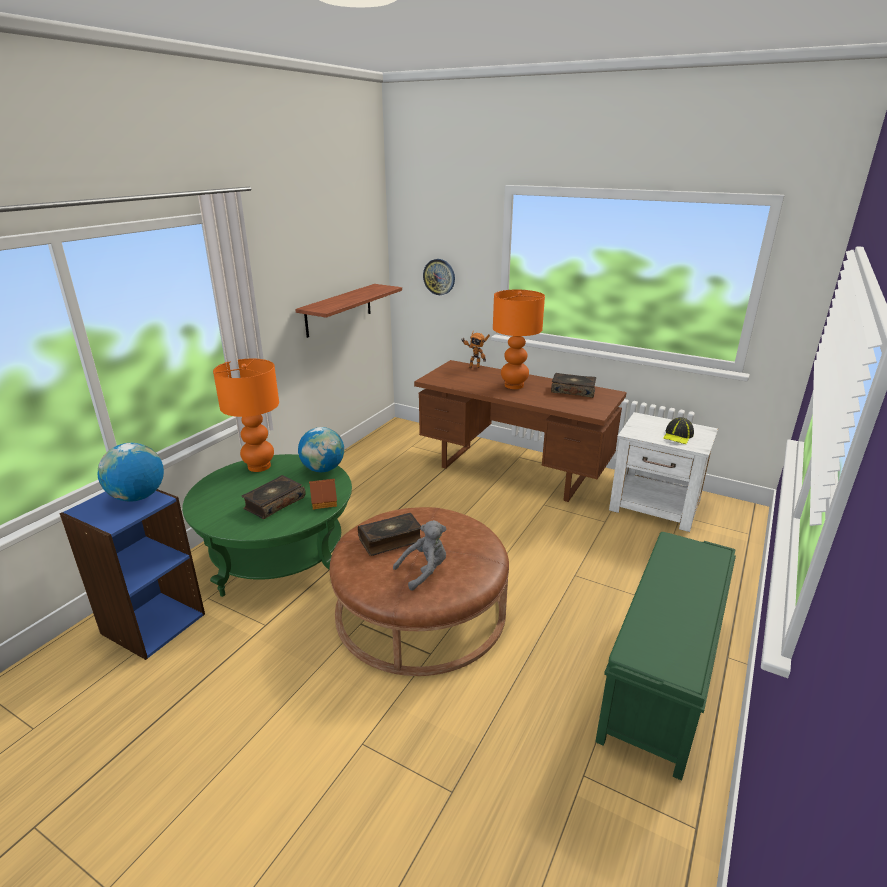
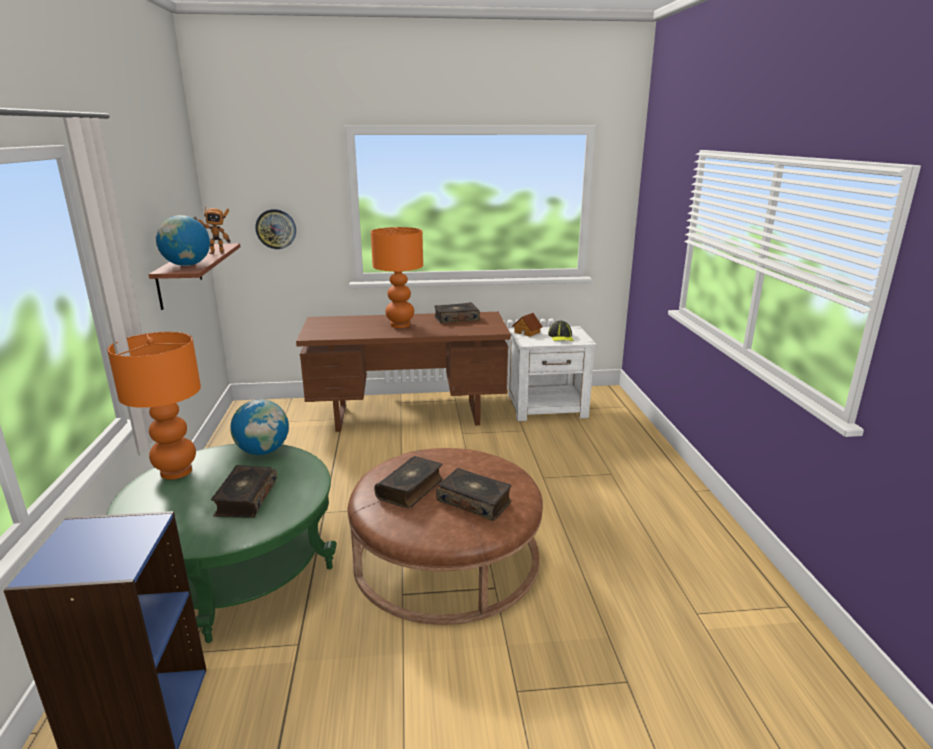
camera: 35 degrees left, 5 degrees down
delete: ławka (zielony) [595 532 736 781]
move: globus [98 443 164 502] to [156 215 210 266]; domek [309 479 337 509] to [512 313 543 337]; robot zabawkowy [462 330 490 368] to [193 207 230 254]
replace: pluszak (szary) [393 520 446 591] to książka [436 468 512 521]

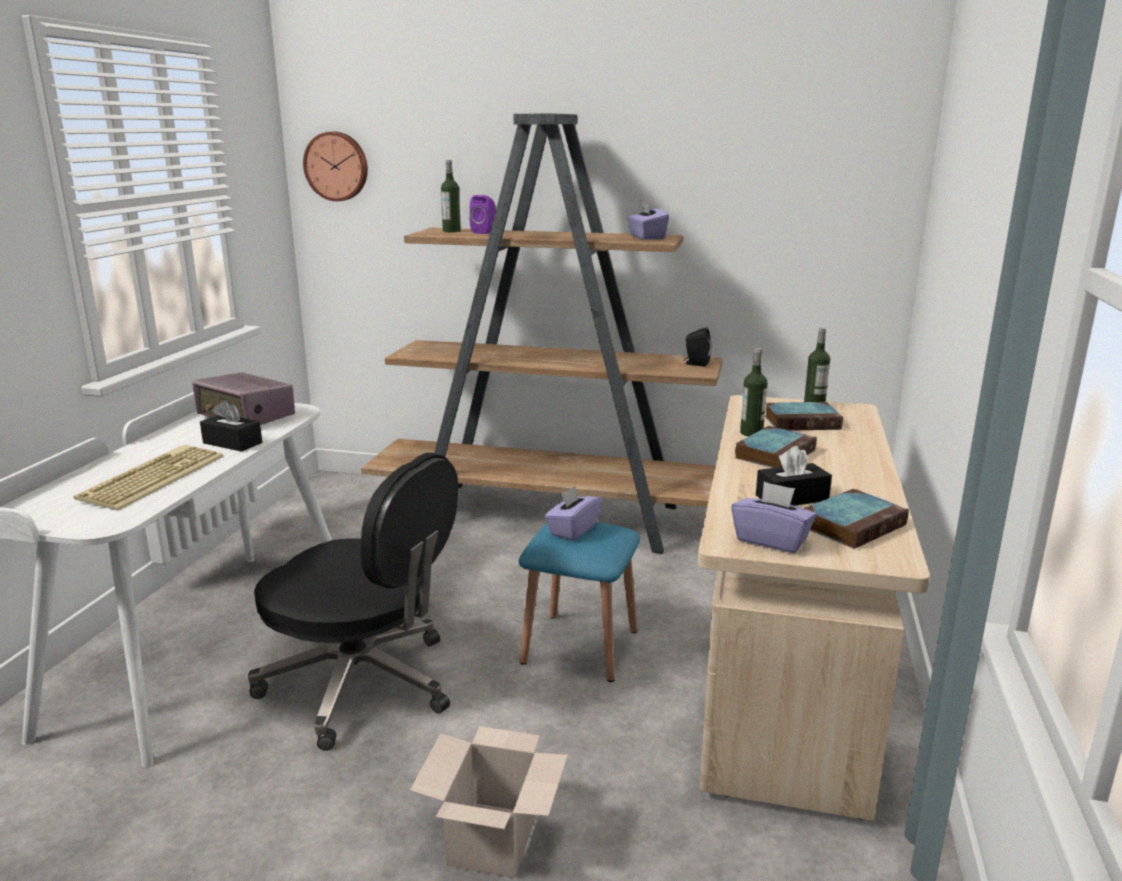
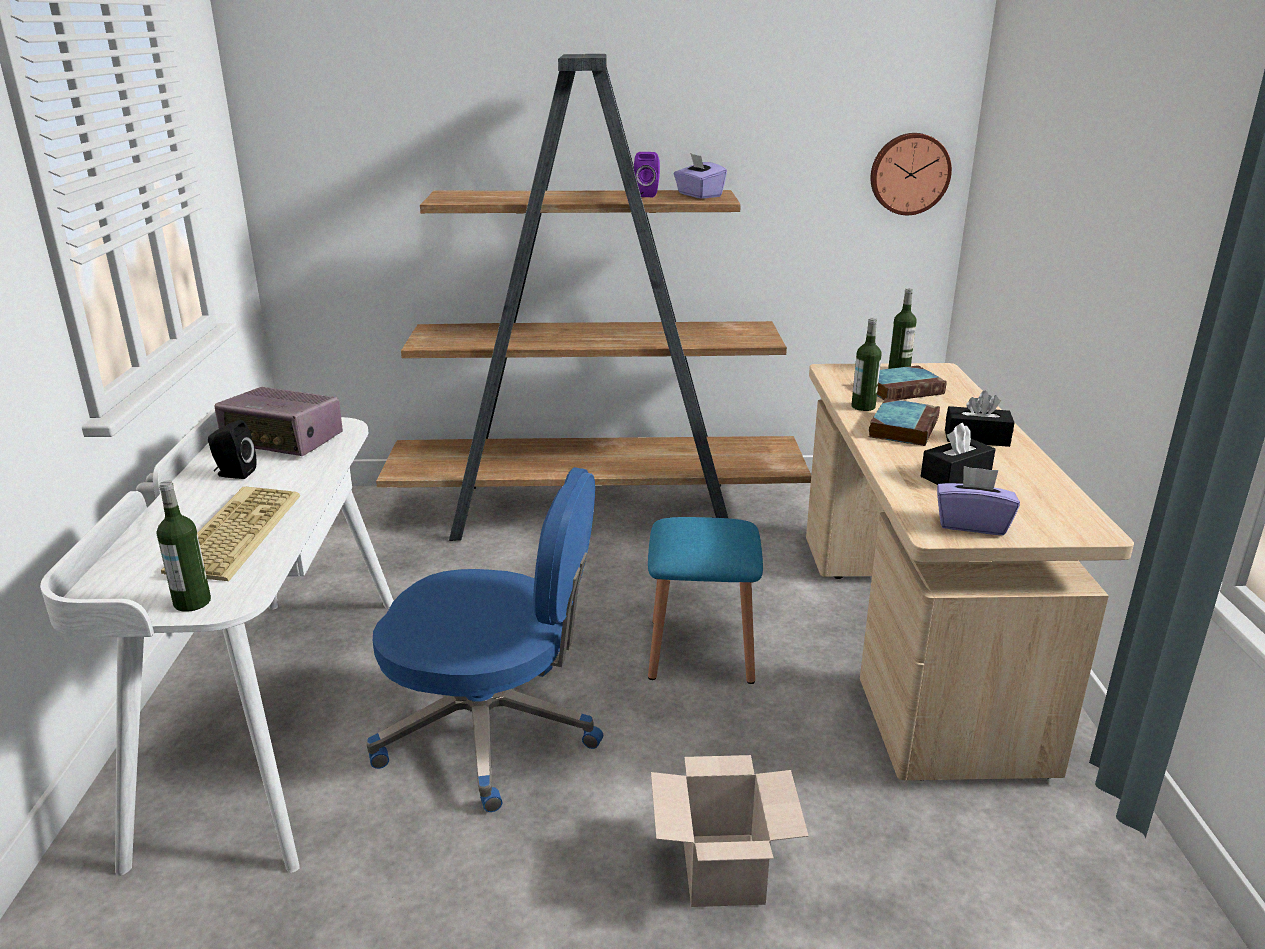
camera: 15 degrees left, 5 degrees up
delete: pudełko chusteczek (fioletowy) [545 486 601 541]; książka [804 489 909 549]
move: pudełko chusteczek (czarny) [200 400 262 452] to [945 391 1015 447]; zegar ścienny [303 132 368 201] to [871 133 952 215]; butelka [441 160 461 232] to [157 481 211 612]; głośnik (fioletowy) [470 195 496 234] to [634 152 660 197]; głośnik (czarny) [683 327 711 367] to [208 420 257 479]
recolor: krzesło biurowe (czarny) [248 453 458 751] to krzesło biurowe (niebieski) [367 467 603 812]

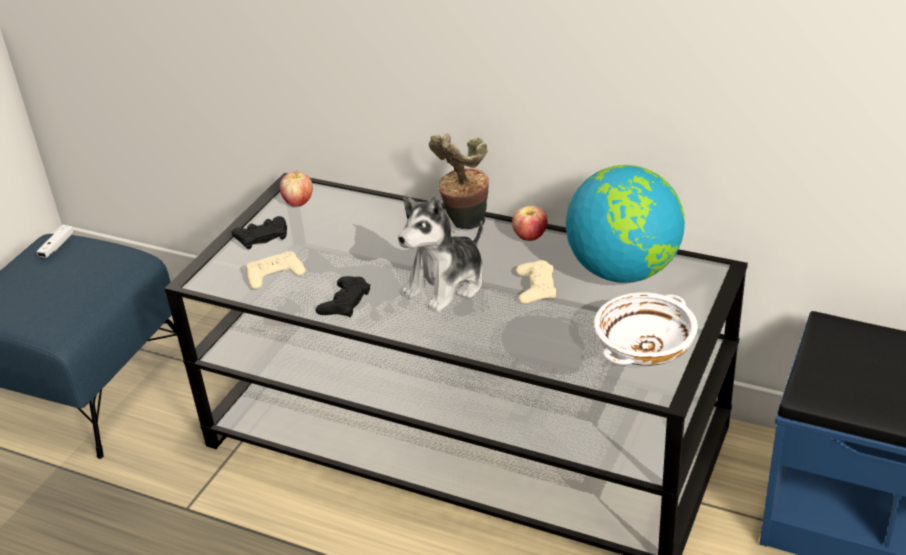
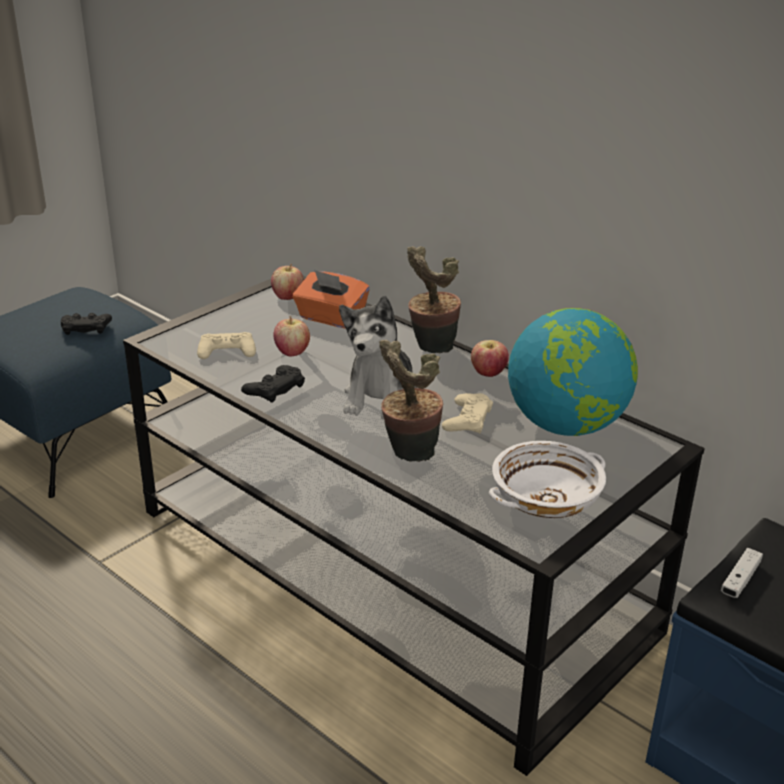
camera: 15 degrees right, 5 degrees down
insert: jabłko [274 316 310 357]; pudełko chusteczek (pomarańczowy) [293 270 370 329]; roślina doniczkowa [379 340 443 462]
move: pad do gier (biały) [36 225 74 258] to [721 548 763 598]; pad do gier (czarny) [231 216 287 249] to [61 313 112 335]
rotate: pluszak [398 195 483 313] = [339 296 417 420] 45 degrees counterclockwise

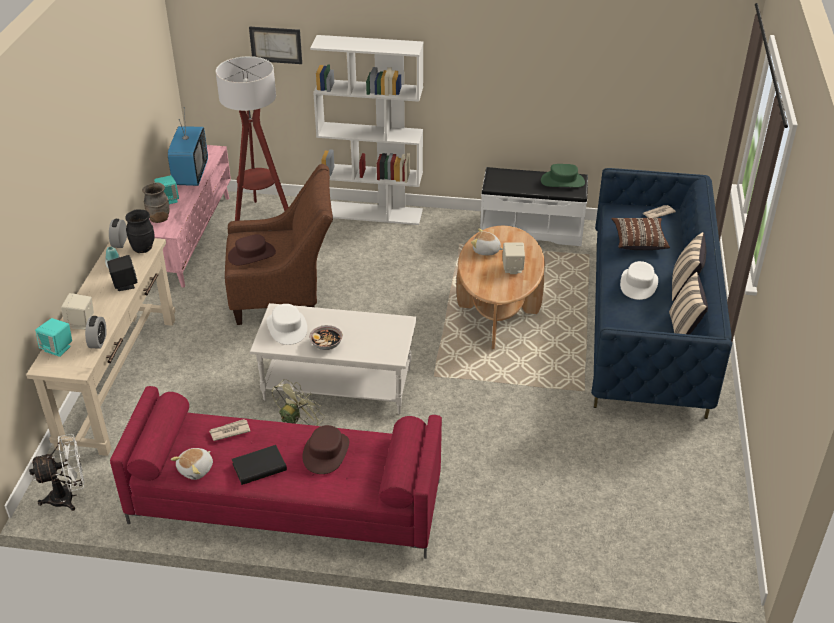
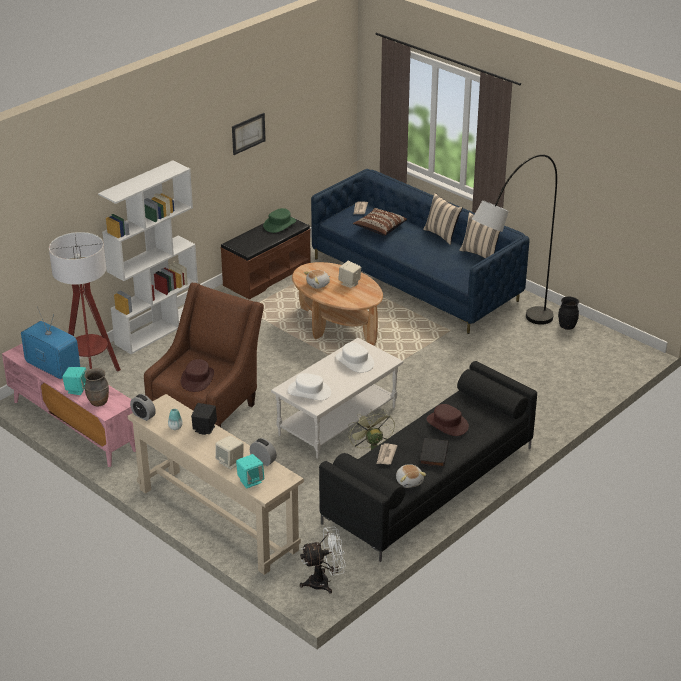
camera: 55 degrees left, 5 degrees down
delete: miska [309 325 343 350]
insert: lampa stojąca (szary) [472 154 557 325]
move: wazon (czarny) [125 209 155 253] to [558 296 579 330]; obraz [249 27 302 64] to [232 113 266 155]; kapelusz (biały) [620 261 658 300] to [336 342 374 373]
recolor: kanapa (czerwony) [110 386 442 559] to kanapa (czarny) [319 361 537 562]; ławka (biały) [480 167 588 246] to ławka (brązowy) [221 217 311 300]
rotate: wentylator (biały) [29 434 85 511] = [299 526 346 594] 60 degrees clockwise

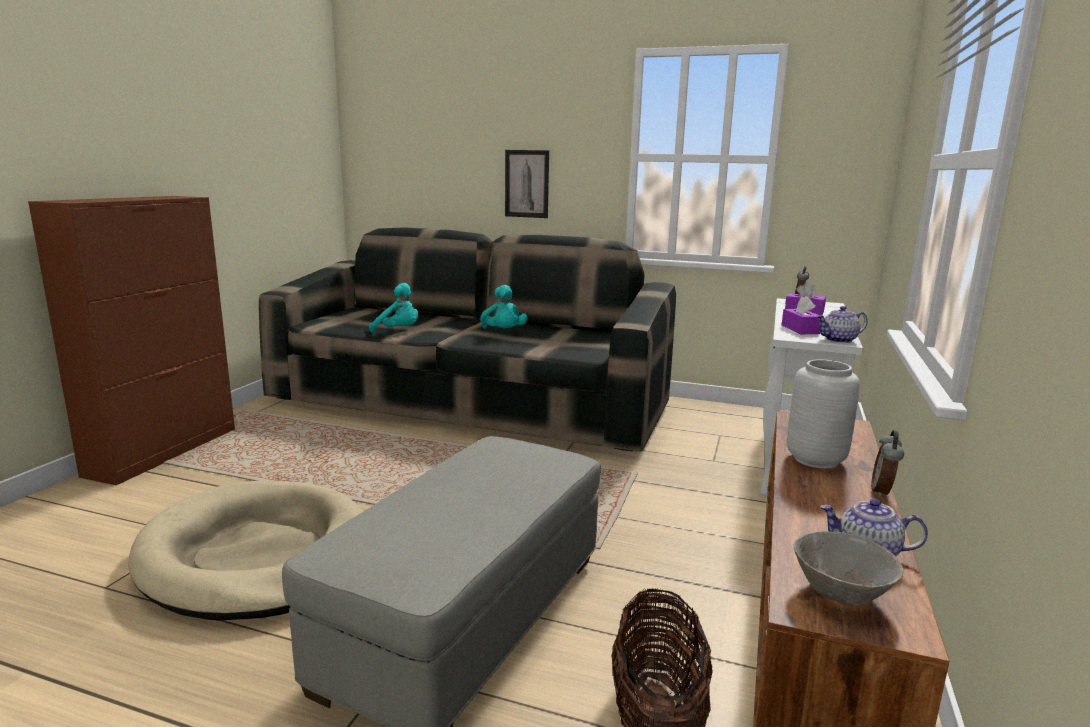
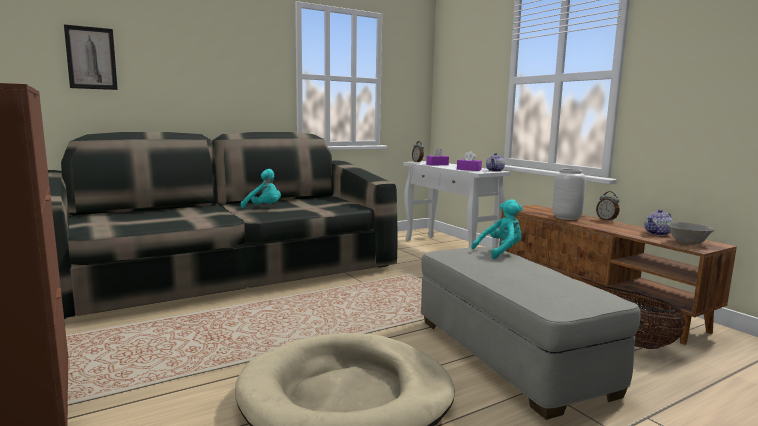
camera: 50 degrees left, 5 degrees down
move: pluszak (turkusowy) [369 283 419 332] to [471 199 523 259]; obraz [505 150 549 218] to [64 24 118 90]

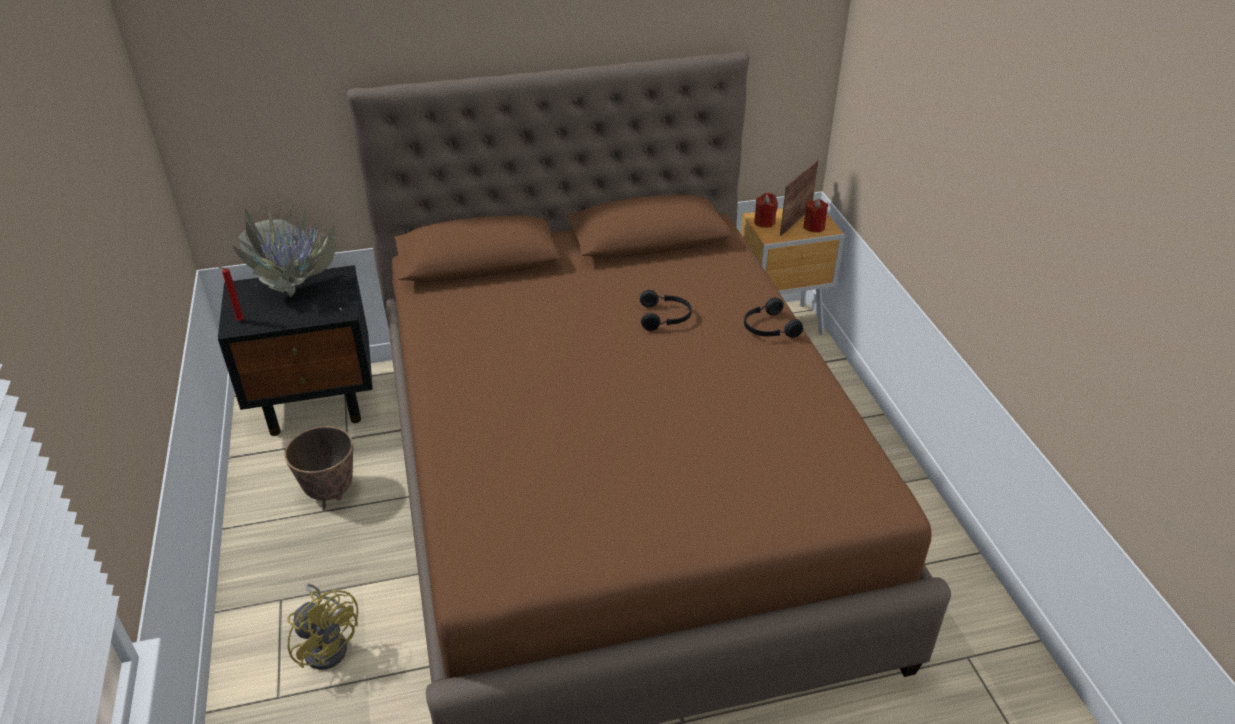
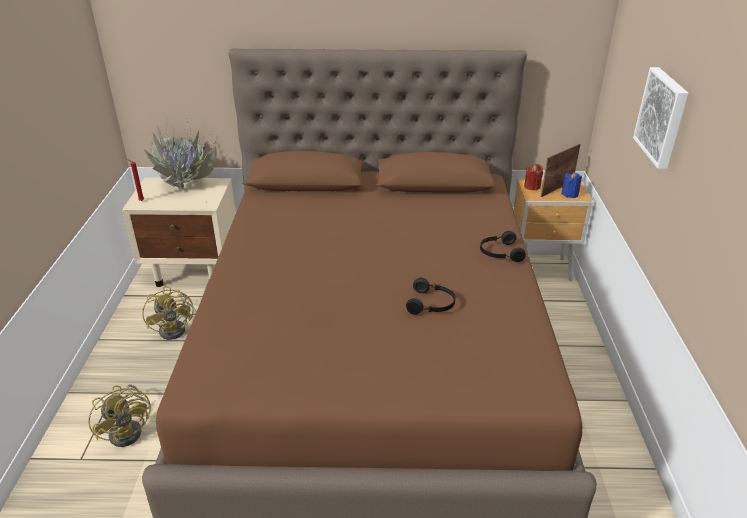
camera: 15 degrees right, 5 degrees down
insert: obraz [633 67 688 169]
move: słuchawki (czarny) [640 290 691 331] to [406 278 455 315]
replace: donica [284 426 353 500] to wentylator (żółty) [142 286 196 340]
recolor: szafka nocna (czarny) [218 265 373 436] to szafka nocna (beżowy) [122 177 236 287]; świeca (czerwony) [803 199 828 232] to świeca (niebieski) [561 172 582 198]

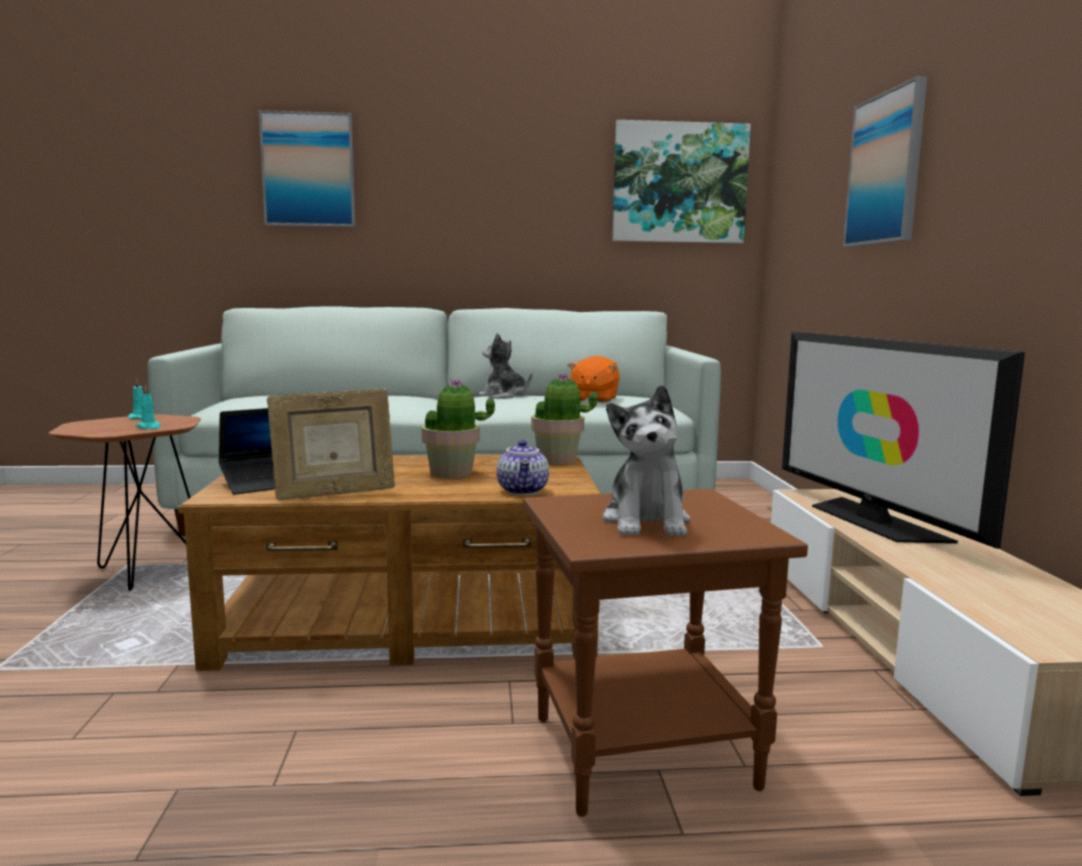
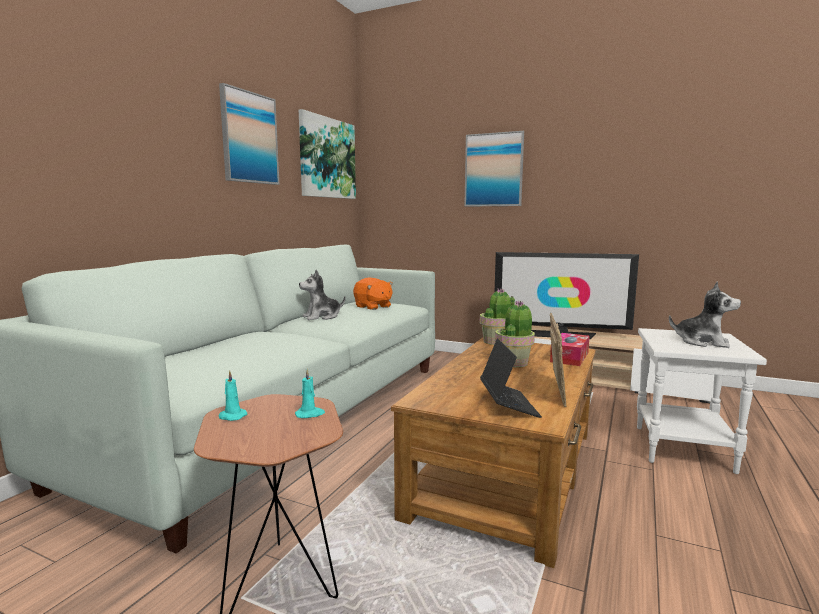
camera: 60 degrees left, 0 degrees up
move: obraz [259 110 355 227] to [219 83 279 185]
replace: imbryk [497 440 549 495] to pudełko chusteczek [550 333 590 366]
recolor: stolik (brązowy) [523 489 808 817] to stolik (biały) [637 328 767 474]

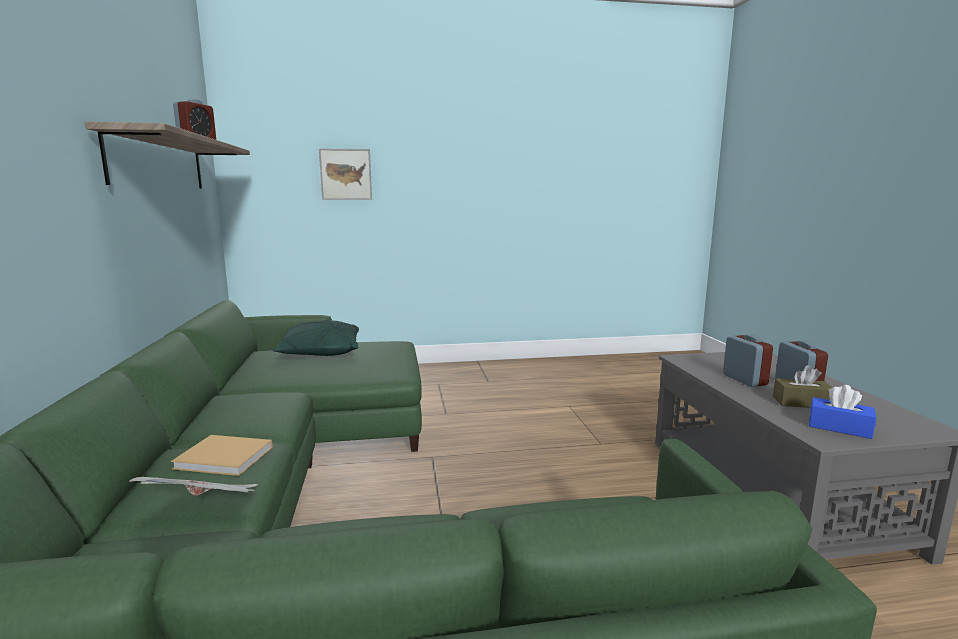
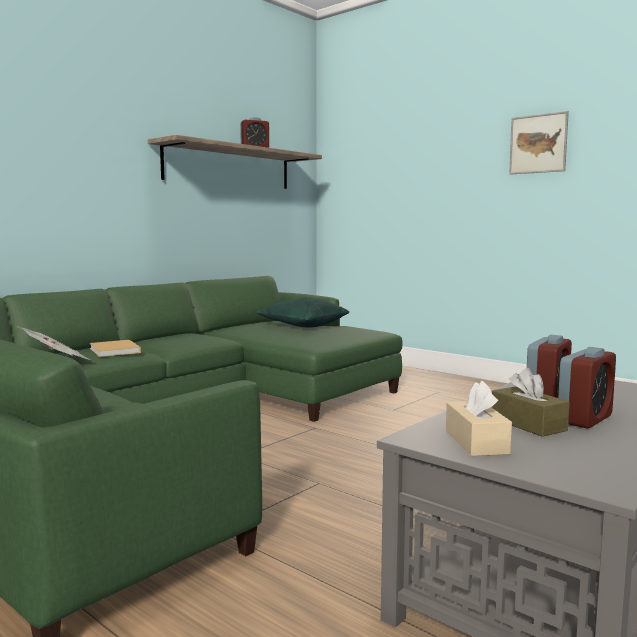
camera: 50 degrees right, 5 degrees down
move: obraz [319 148 372 200] to [509 111 569 175]
recolor: pudełko chusteczek (niebieski) [809 385 876 439] to pudełko chusteczek (beżowy) [446 380 512 456]

